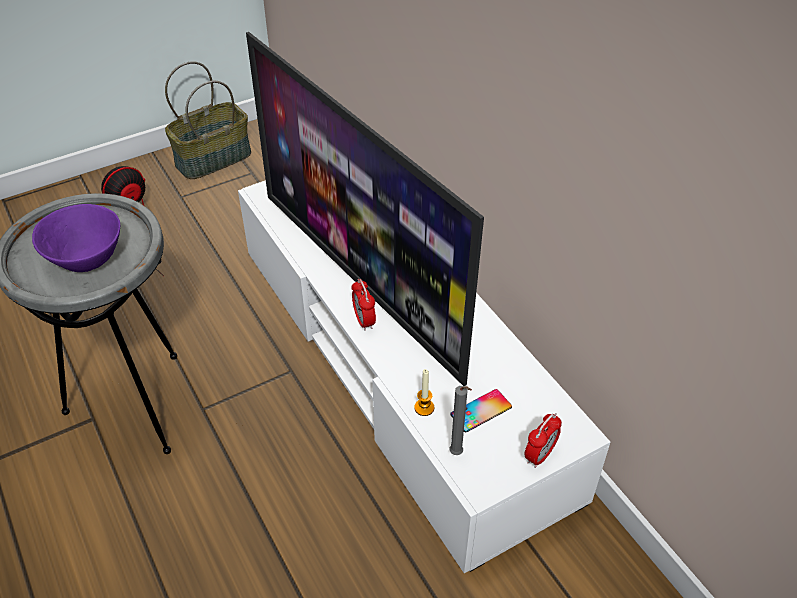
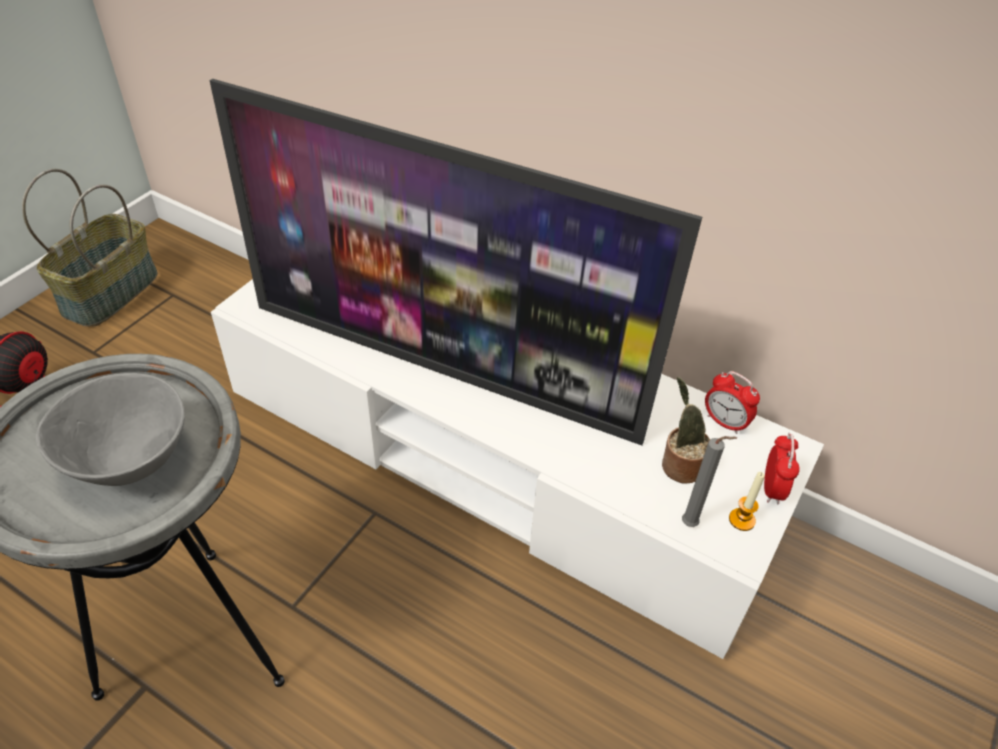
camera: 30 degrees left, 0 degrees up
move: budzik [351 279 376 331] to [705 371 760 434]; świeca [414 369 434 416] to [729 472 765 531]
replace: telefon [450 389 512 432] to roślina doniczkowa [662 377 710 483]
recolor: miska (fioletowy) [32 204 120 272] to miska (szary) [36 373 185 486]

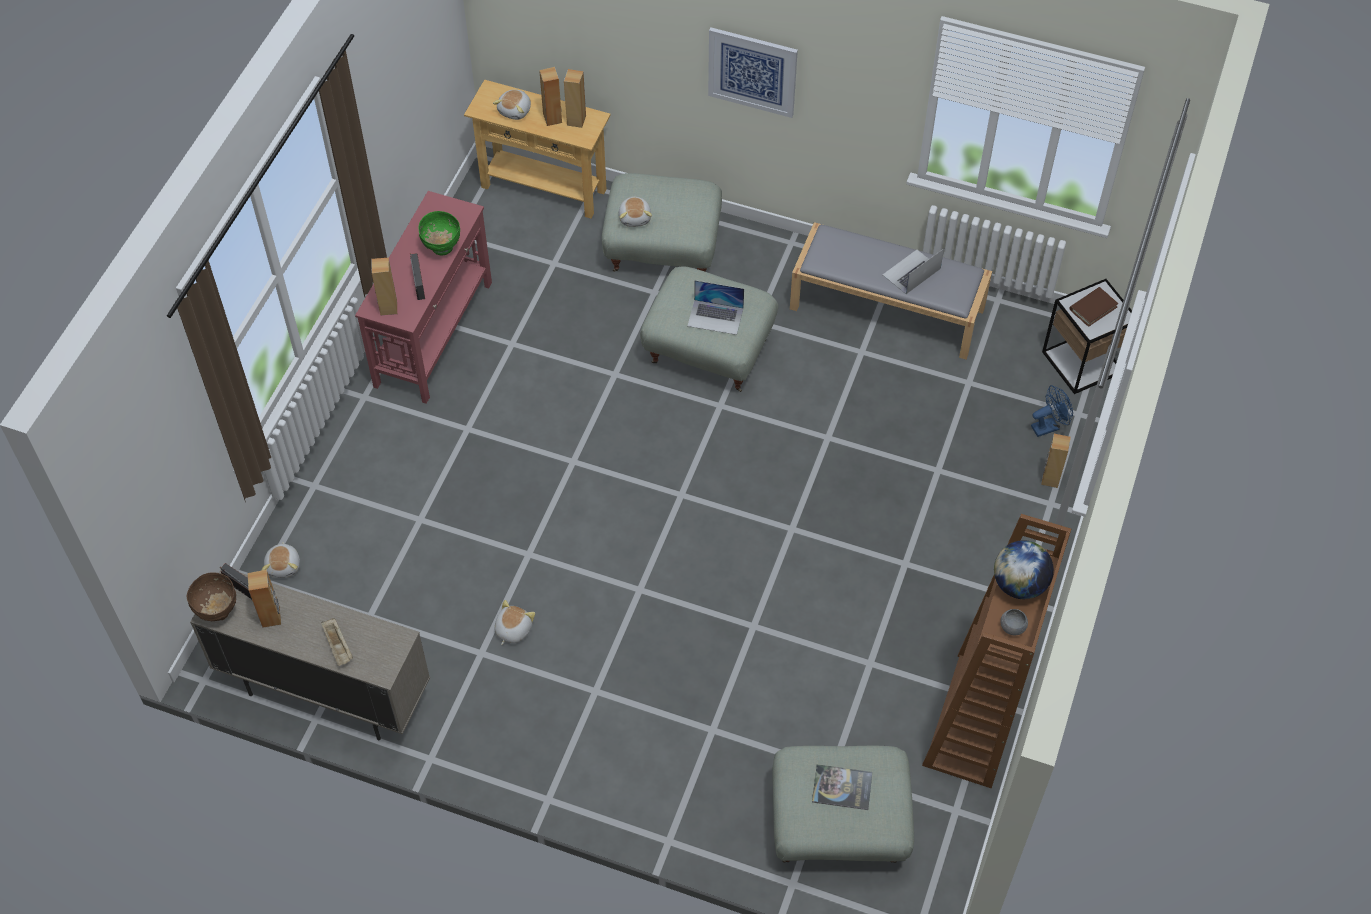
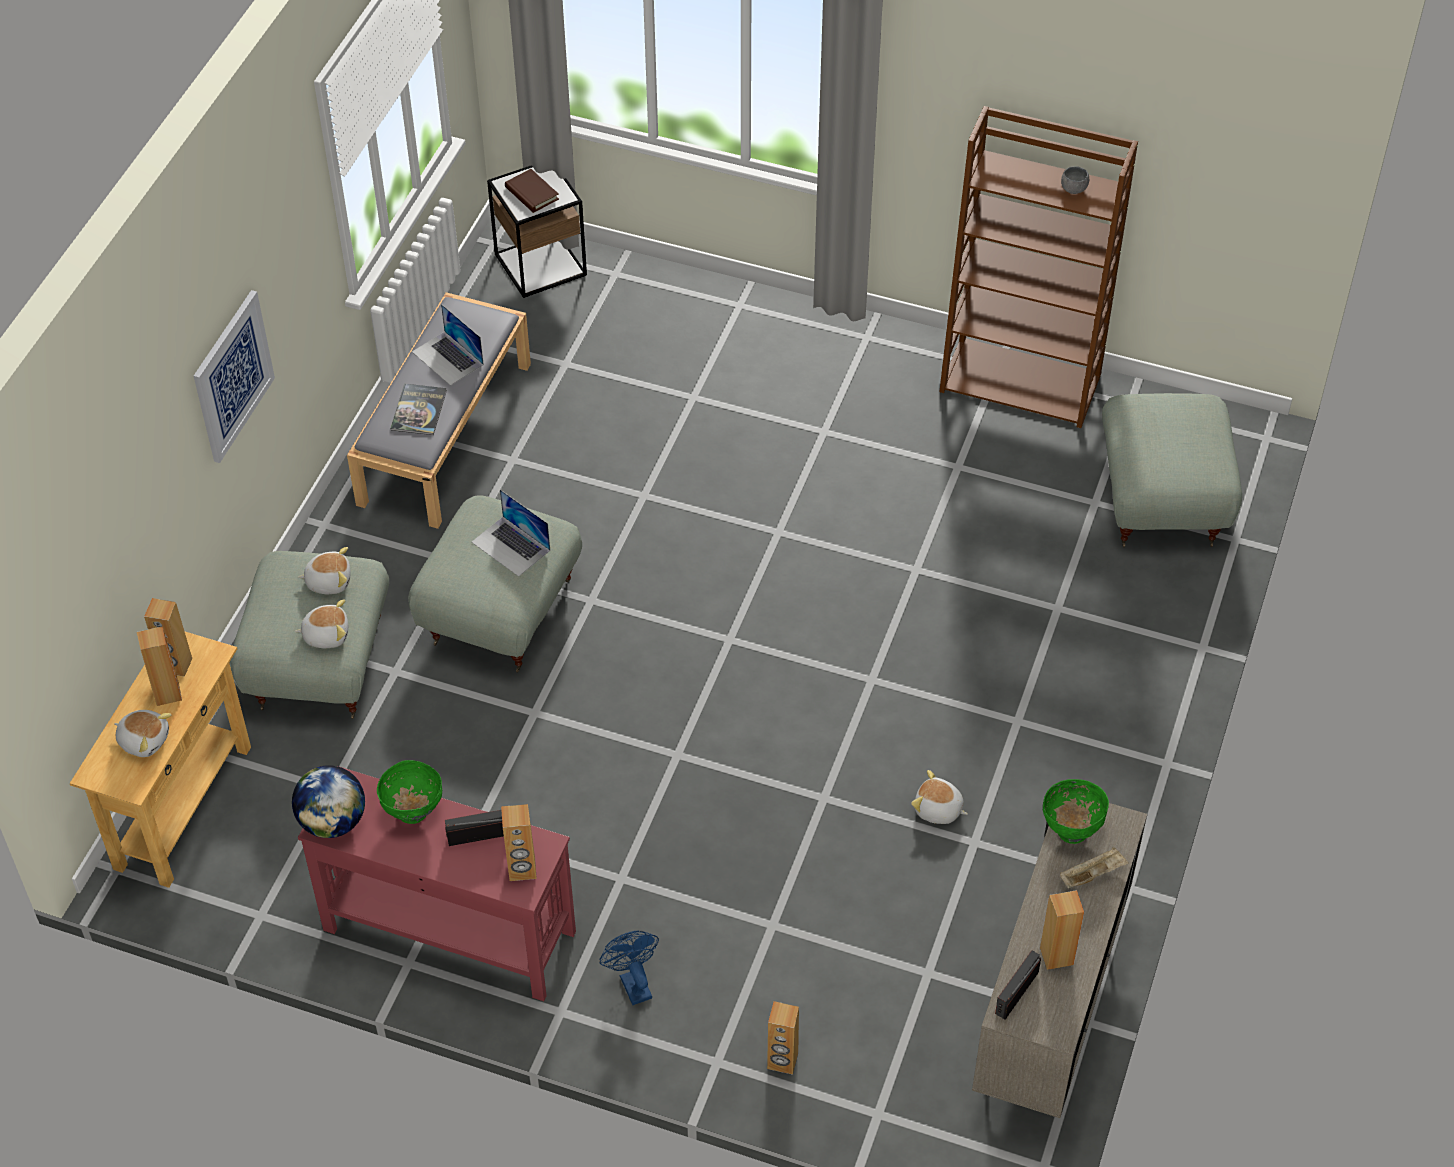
camera: 90 degrees left, 5 degrees down
delete: miska (brązowy) [187 572 236 621]
insert: miska (zielony) [1043 779 1109 844]
move: pluszak [262 542 300 578] to [298 547 351 594]; książka [812 764 872 810] to [390 384 447 435]; globus [994 540 1054 599] to [292 765 365 838]; wentylator (niebieski) [1031 385 1073 437] to [599 930 659 1005]; głośnik (brązowy) [1041 434 1071 488] to [767 1001 799 1075]
rotate: laptop [687 280 744 335] = [472 489 550 577] 120 degrees clockwise

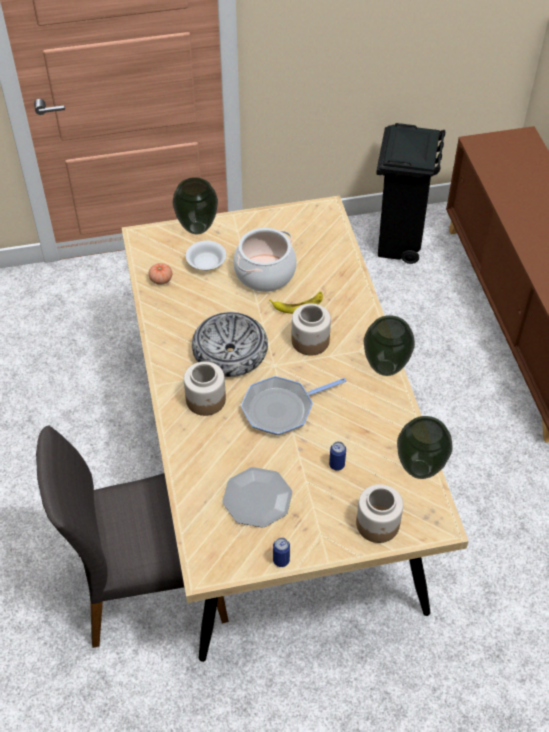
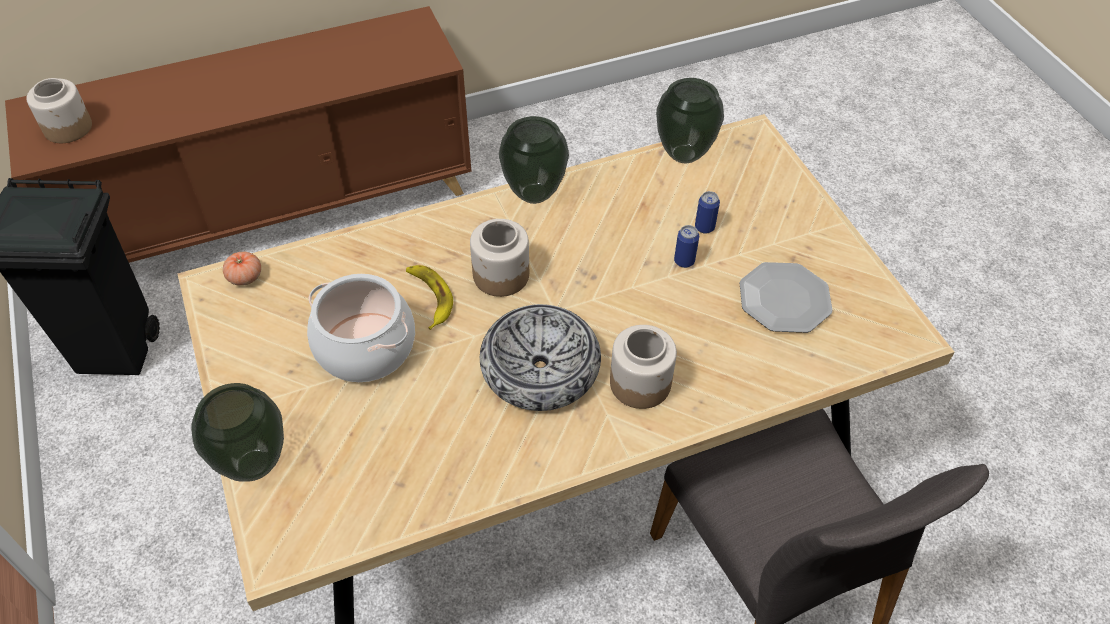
camera: 100 degrees left, 0 degrees up
delete: miska (biały) [186 241 226 271]; patelnia [241 376 346 436]
move: pomidor [149 263 172 285] to [223 252 261 286]; puszka [273 537 290 567] to [674 225 699 268]; słoik [356 484 403 543] to [26 78 92 143]

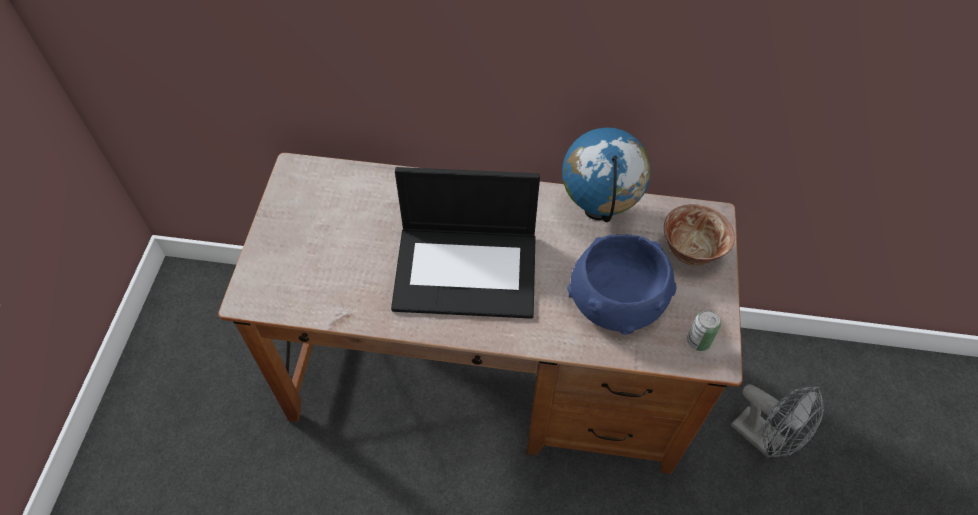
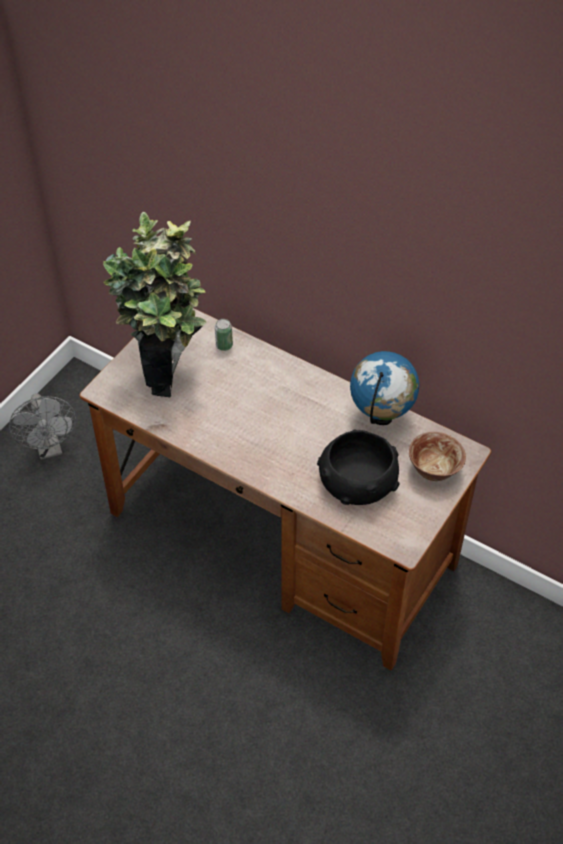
camera: 25 degrees right, 5 degrees down
delete: laptop [391 167 540 319]
insert: roślina doniczkowa [103 212 206 397]
move: puszka [687 310 721 351] to [215 319 233 351]; wentylator (szary) [731 384 824 458] to [9 393 76 460]
recolor: miska (niebieski) [567 235 677 335] to miska (czarny) [317 430 400 505]

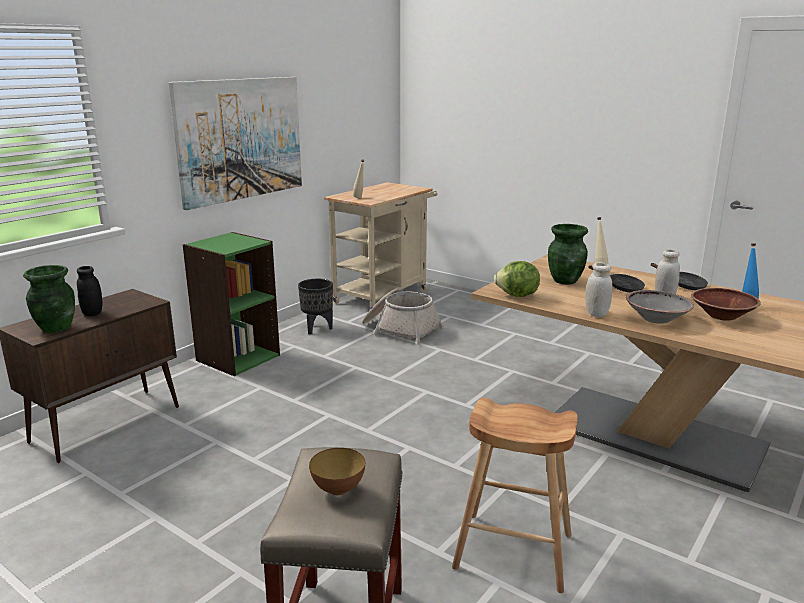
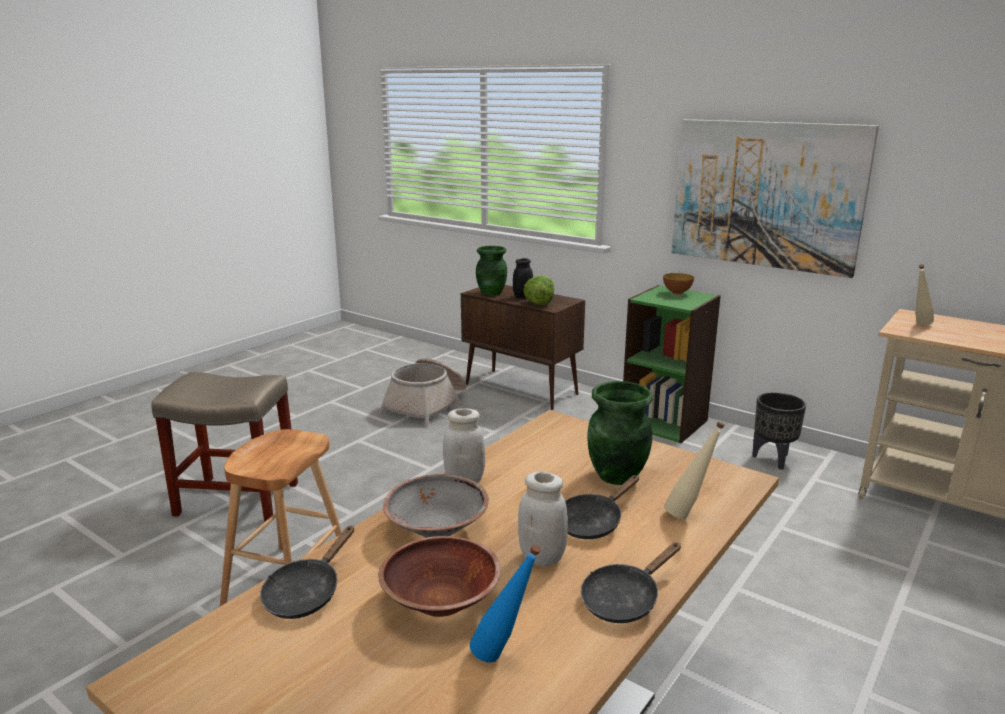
camera: 90 degrees right, 0 degrees up
insert: patelnia (czarny) [260 526 354 619]
move: miska [309 448 365 495] to [663 273 694 295]; koszyk [362 289 443 345] to [379 358 467 426]; sałata [494 261 540 297] to [523 276 554 305]

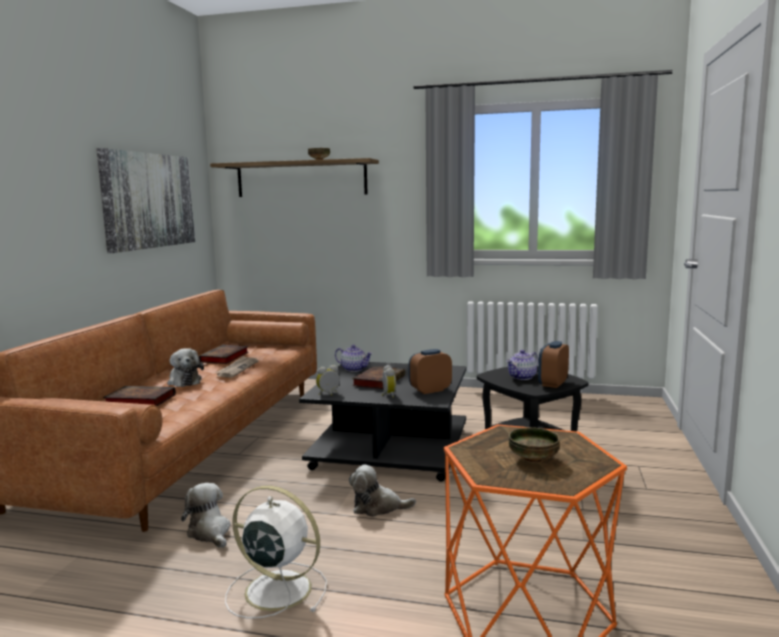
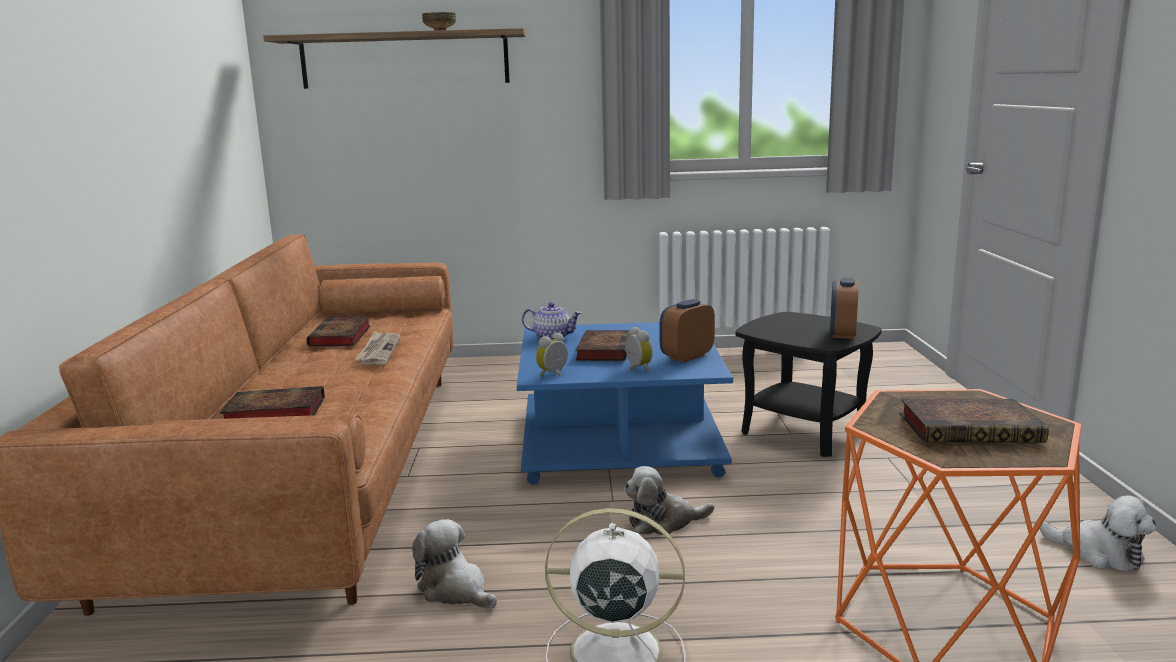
camera: 15 degrees left, 5 degrees up
delete: obraz [96 148 195 253]; imbryk [506 350 538 380]
move: pluszak [167 348 204 387] to [1040 495 1156 571]
replace: miska [509 427 560 463] to książka [899 398 1049 443]
recolor: ława (czarny) [299 362 467 482] to ława (niebieski) [517 322 733 485]

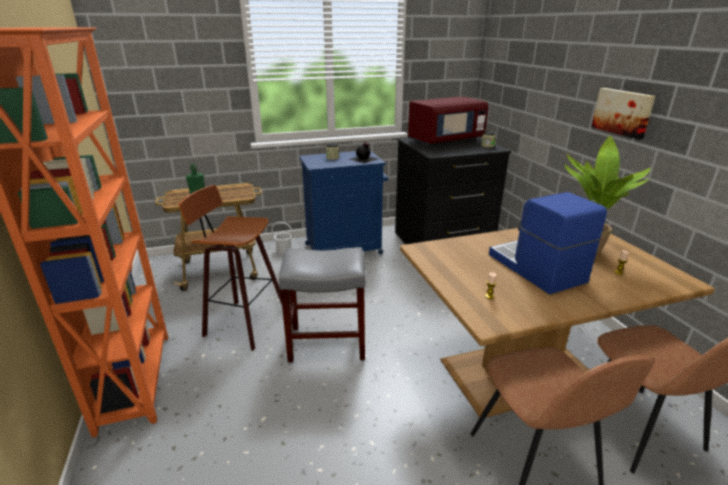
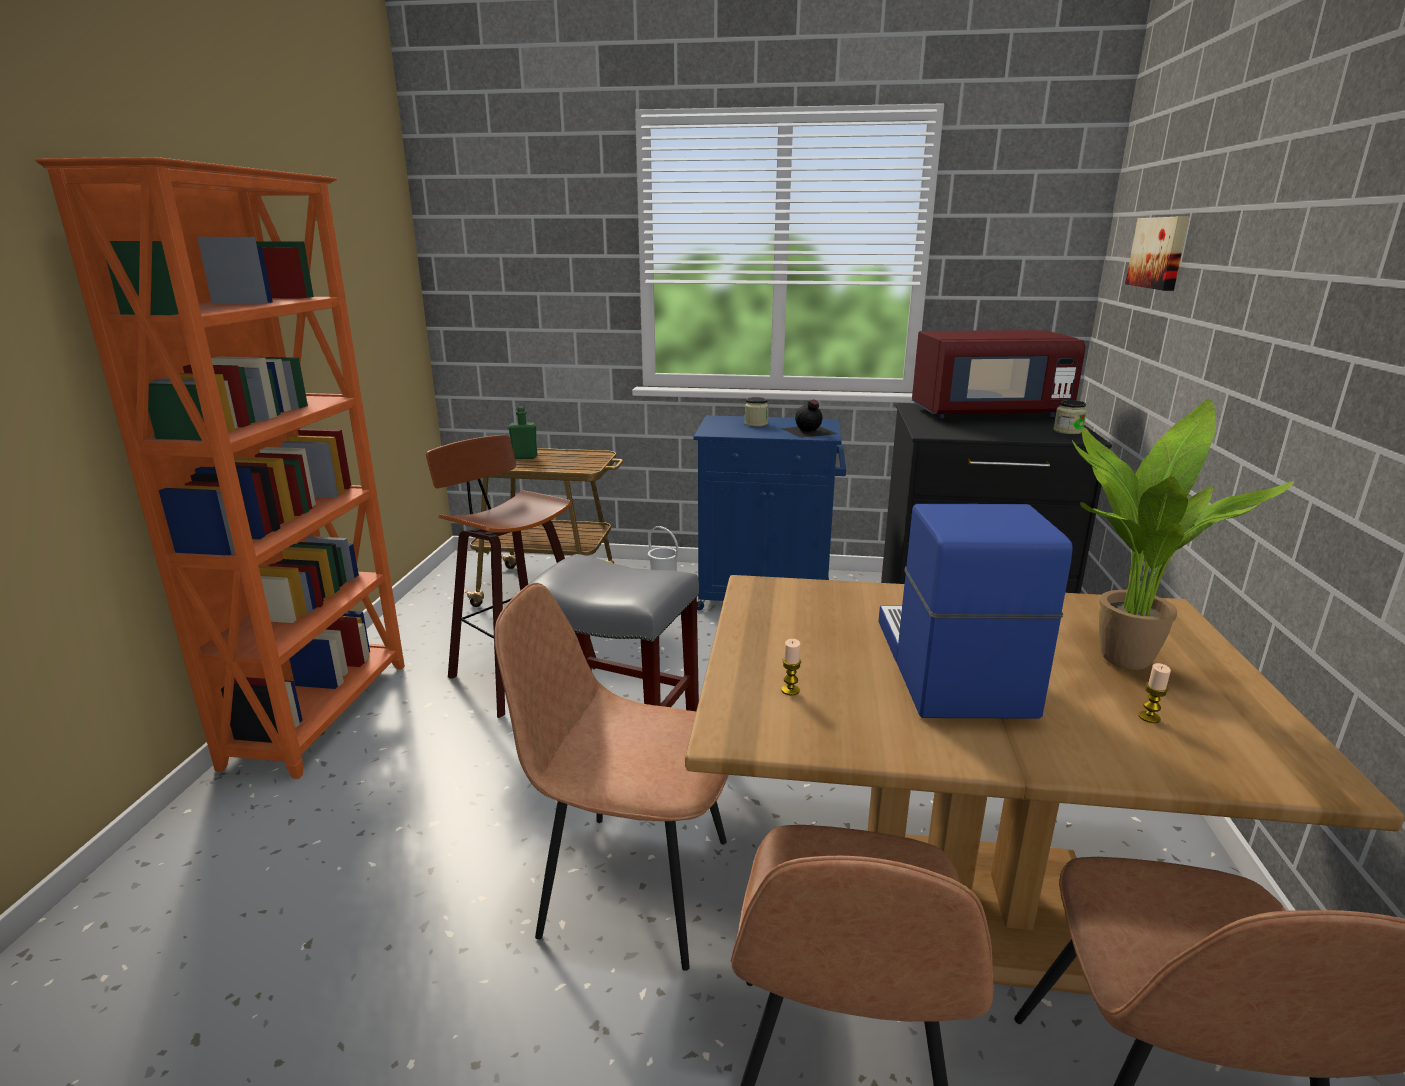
camera: 25 degrees right, 5 degrees down
insert: krzesło (brązowy) [494 583 729 971]
move: obraz [591 88 655 140] to [1125 216 1189 291]

